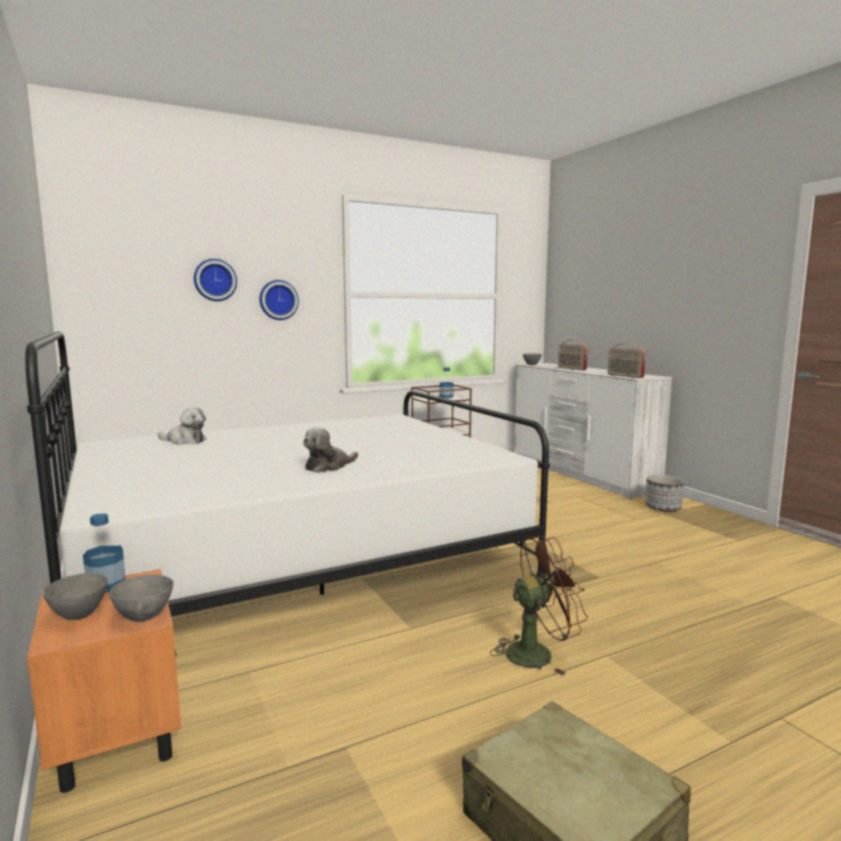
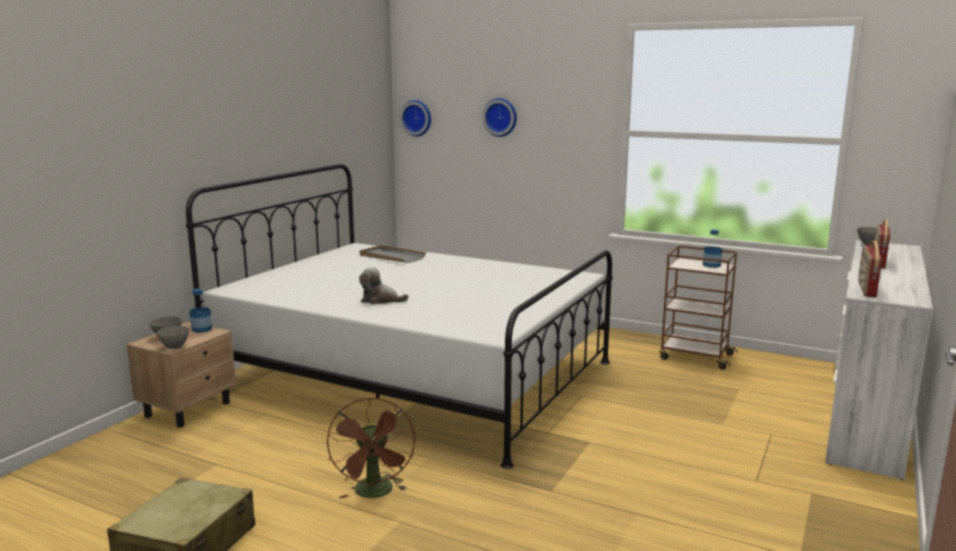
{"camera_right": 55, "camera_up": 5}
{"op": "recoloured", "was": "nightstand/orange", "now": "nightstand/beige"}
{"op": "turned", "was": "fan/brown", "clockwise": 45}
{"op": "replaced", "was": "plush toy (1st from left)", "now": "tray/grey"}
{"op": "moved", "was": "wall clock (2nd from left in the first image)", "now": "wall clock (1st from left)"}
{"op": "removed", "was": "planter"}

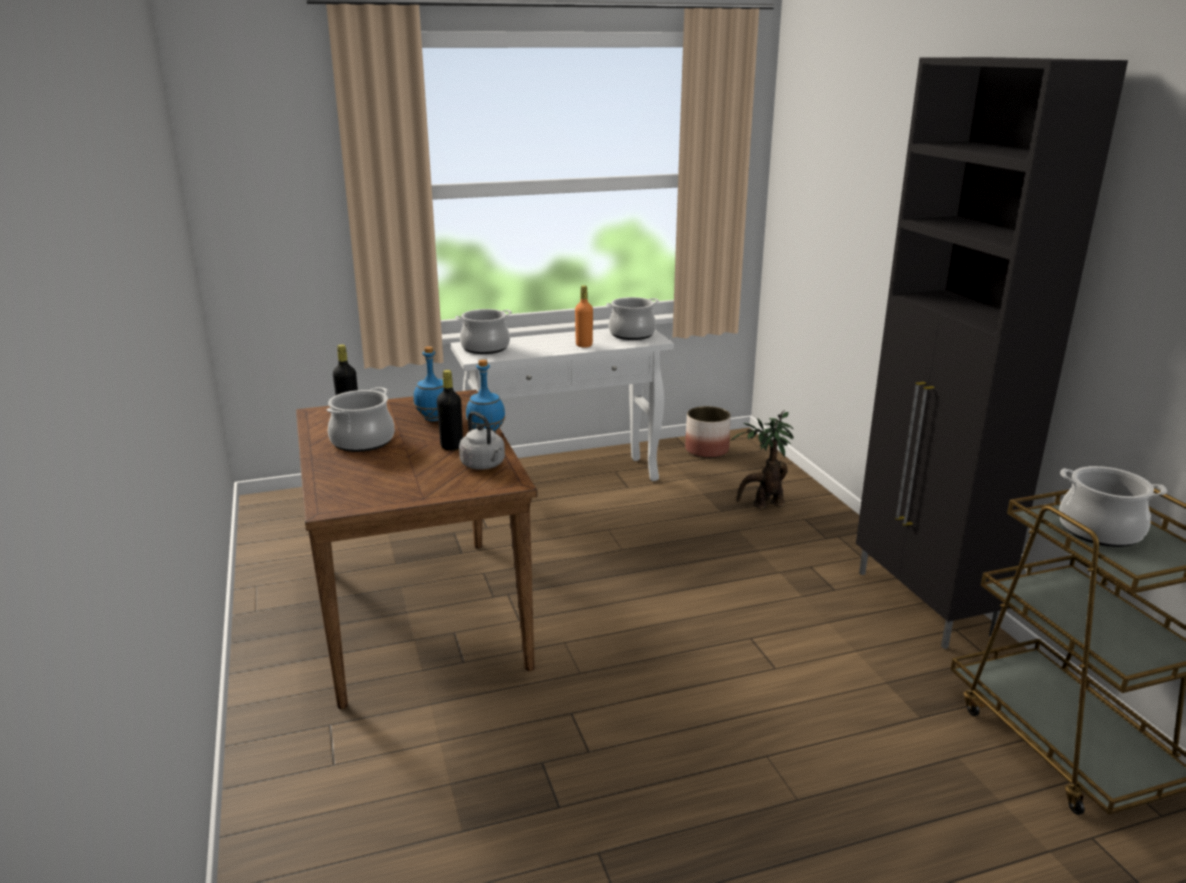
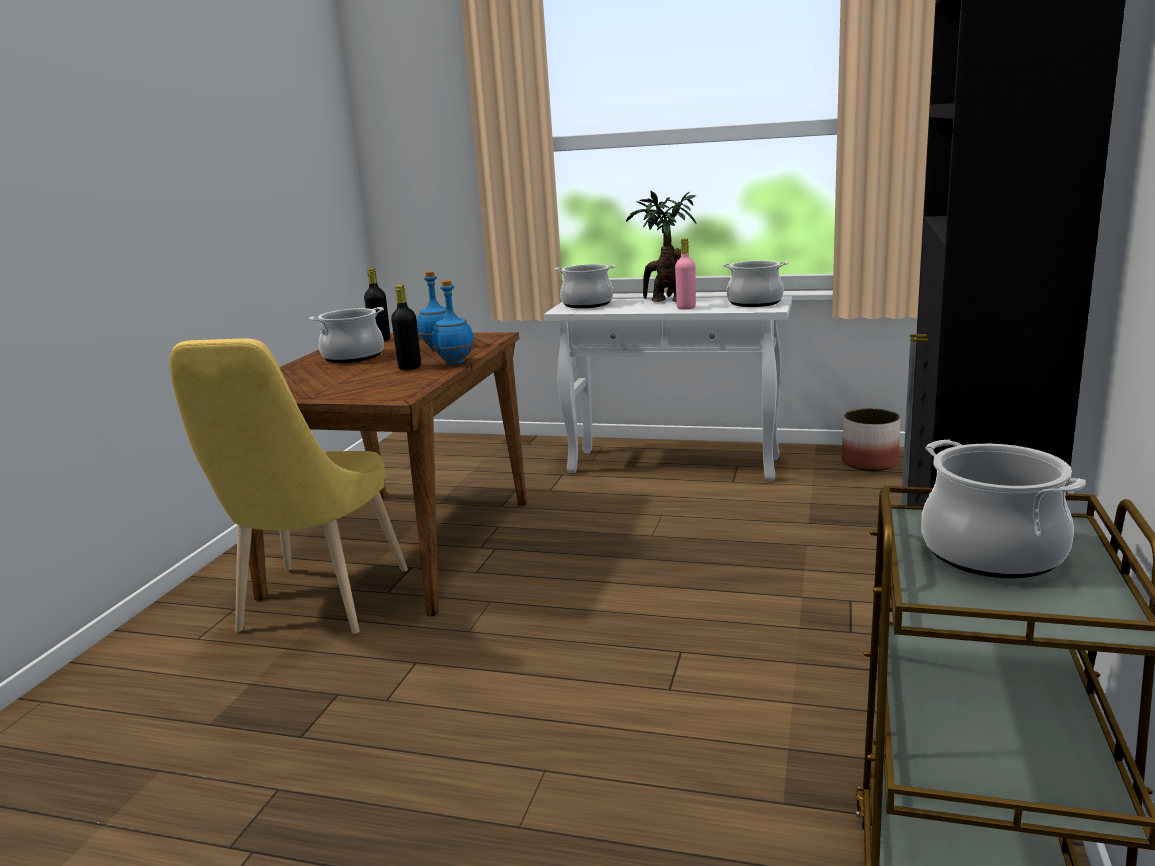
{"camera_right": 35, "camera_up": -5}
{"op": "added", "now": "chair/yellow"}
{"op": "moved", "was": "potted plant"}
{"op": "recoloured", "was": "bottle/orange", "now": "bottle/pink"}
{"op": "removed", "was": "kettle/grey"}

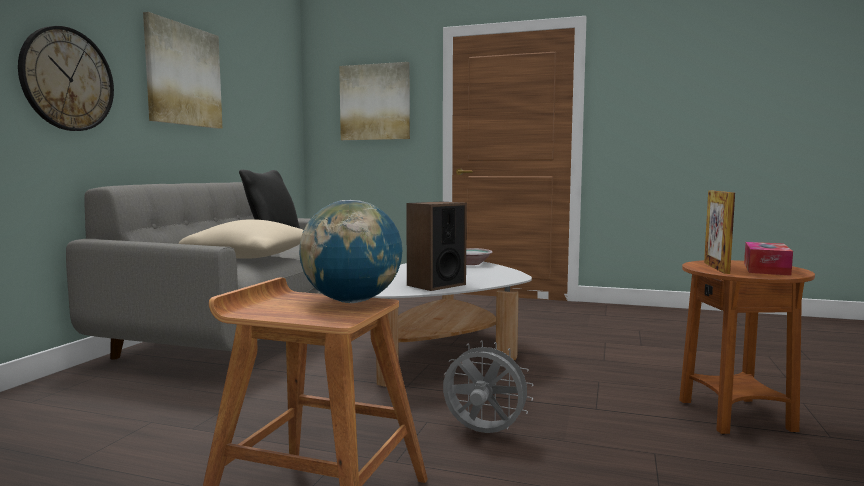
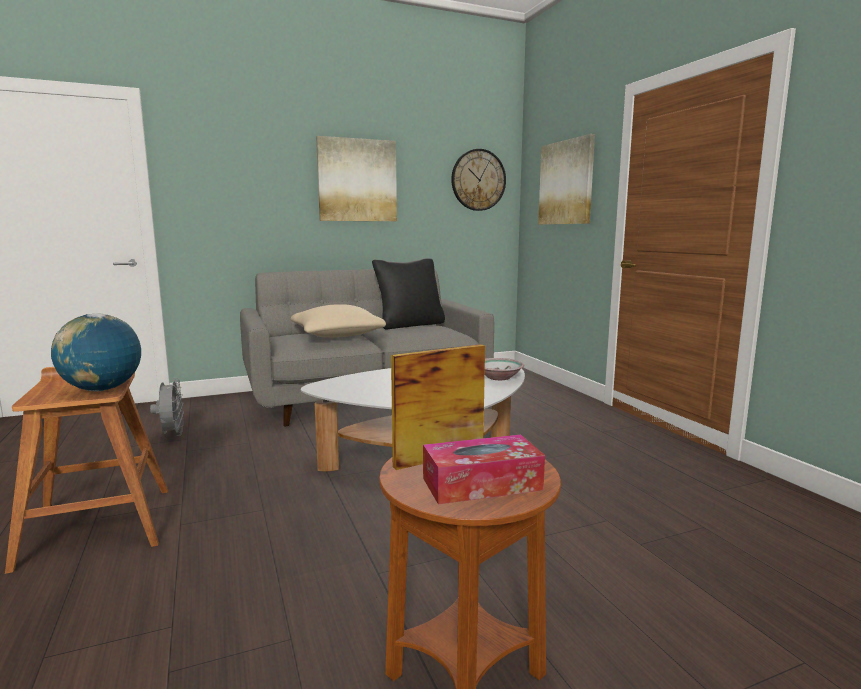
{"camera_right": 50, "camera_up": 5}
{"op": "moved", "was": "fan/grey"}
{"op": "moved", "was": "wall clock"}
{"op": "removed", "was": "speaker"}

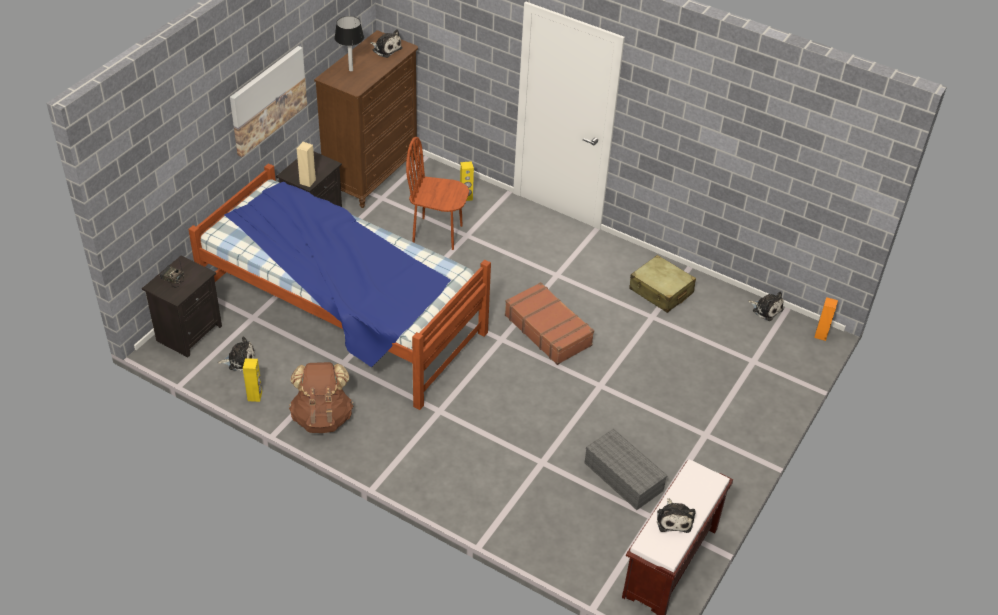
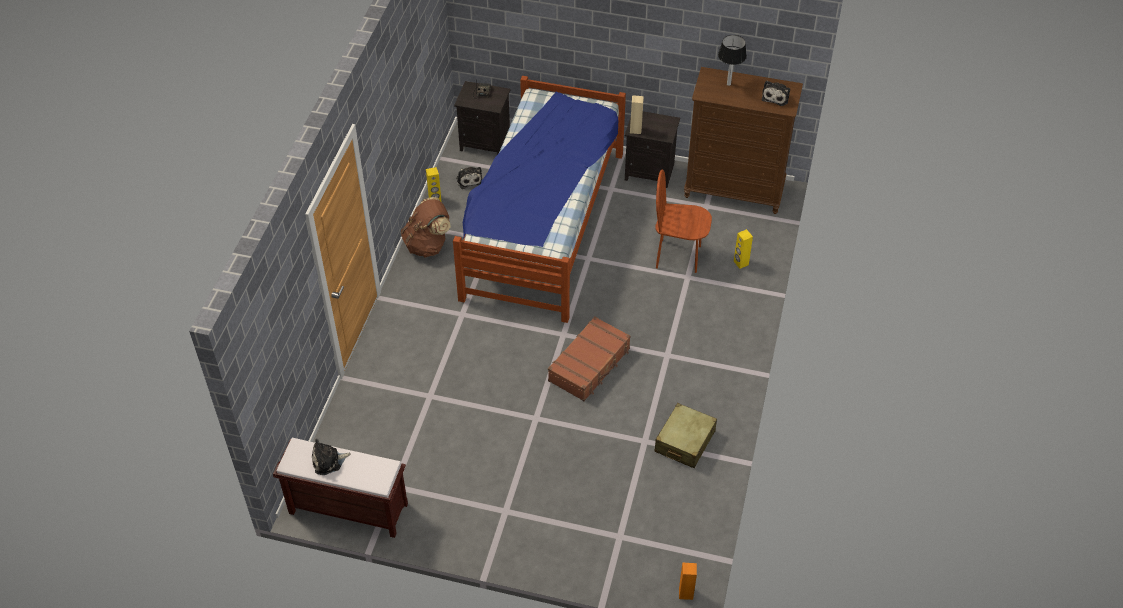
{"camera_right": 75, "camera_up": 5}
{"op": "turned", "was": "chair/brown", "clockwise": -75}
{"op": "removed", "was": "picture"}
{"op": "removed", "was": "storage box/grey"}
{"op": "removed", "was": "plush toy (4th from left)"}

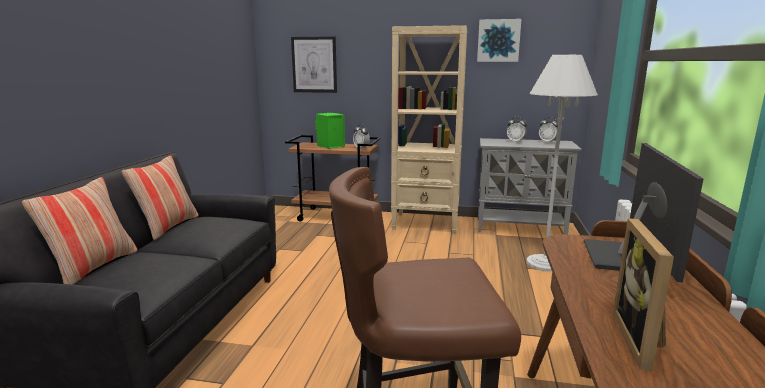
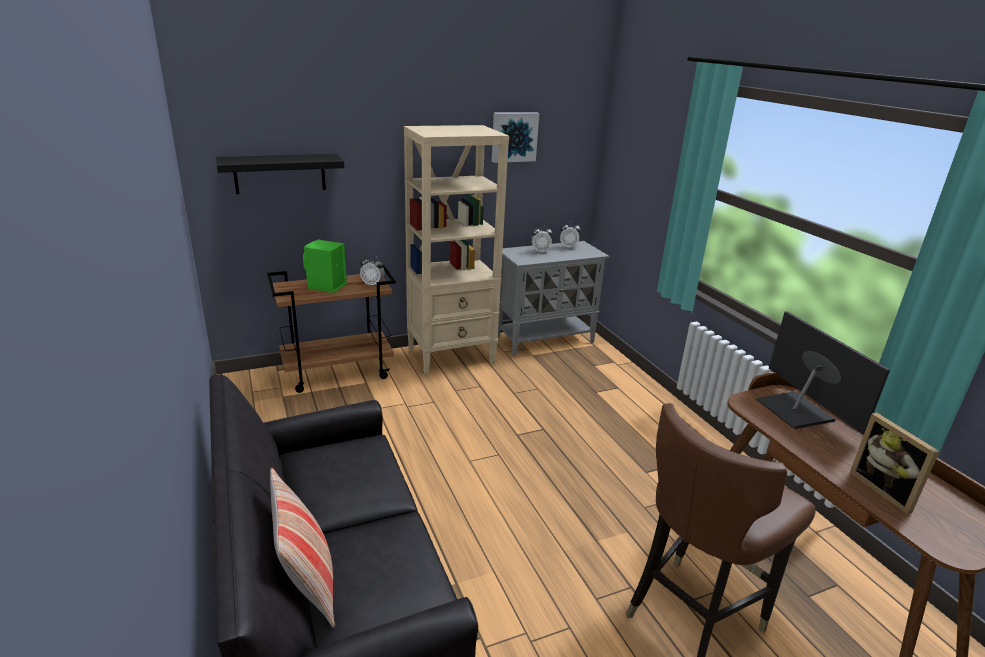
{"camera_right": -35, "camera_up": 10}
{"op": "replaced", "was": "picture (1st from left)", "now": "shelf/black"}
{"op": "removed", "was": "pillow (2nd from left)"}
{"op": "removed", "was": "floor lamp/white"}

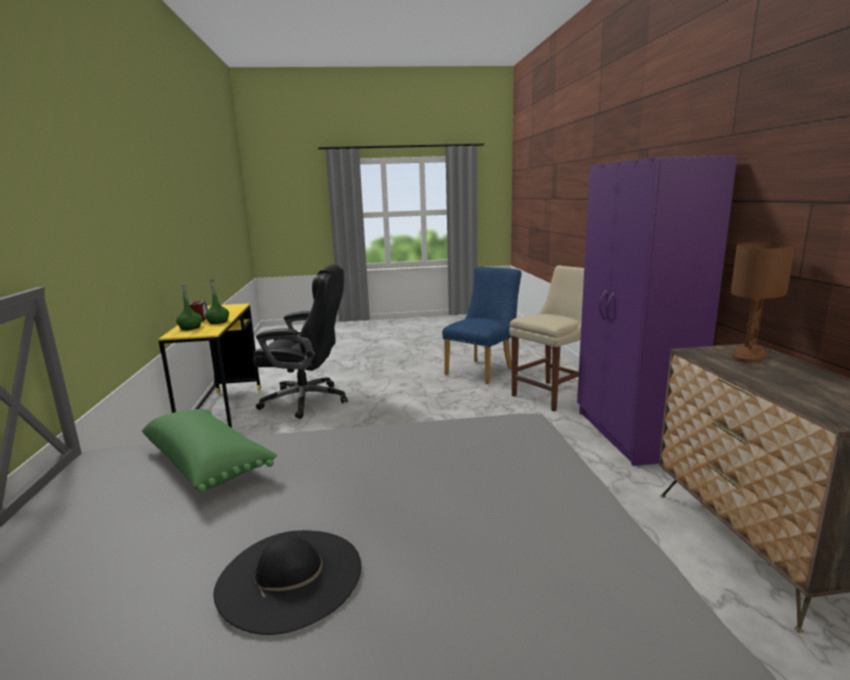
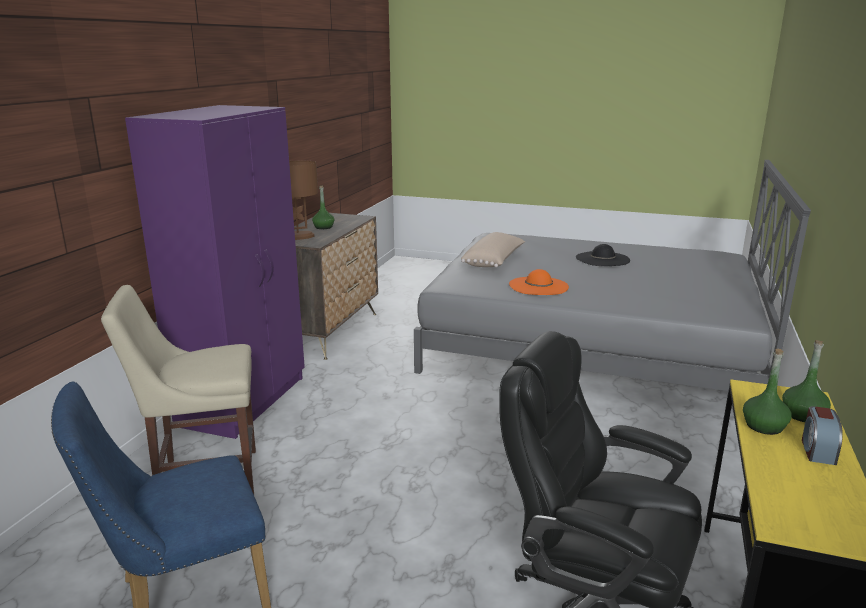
{"camera_right": -155, "camera_up": 5}
{"op": "added", "now": "bottle/green (1st from left)"}
{"op": "added", "now": "pillow/beige"}
{"op": "added", "now": "hat/orange"}
{"op": "removed", "was": "pillow/green"}

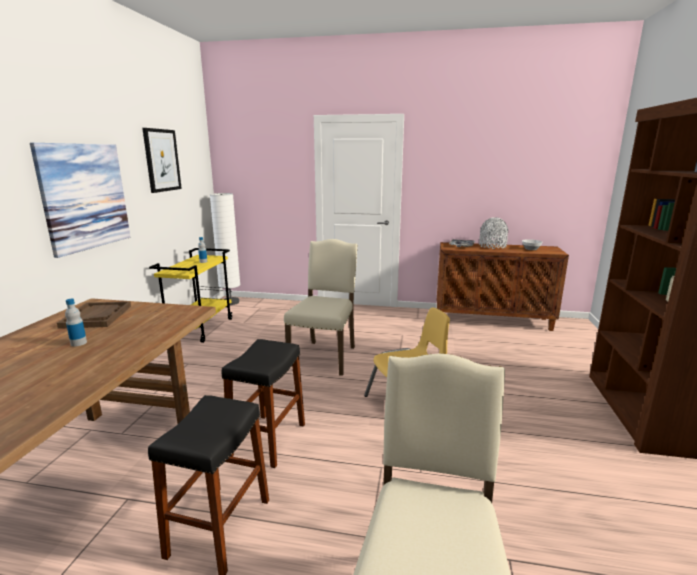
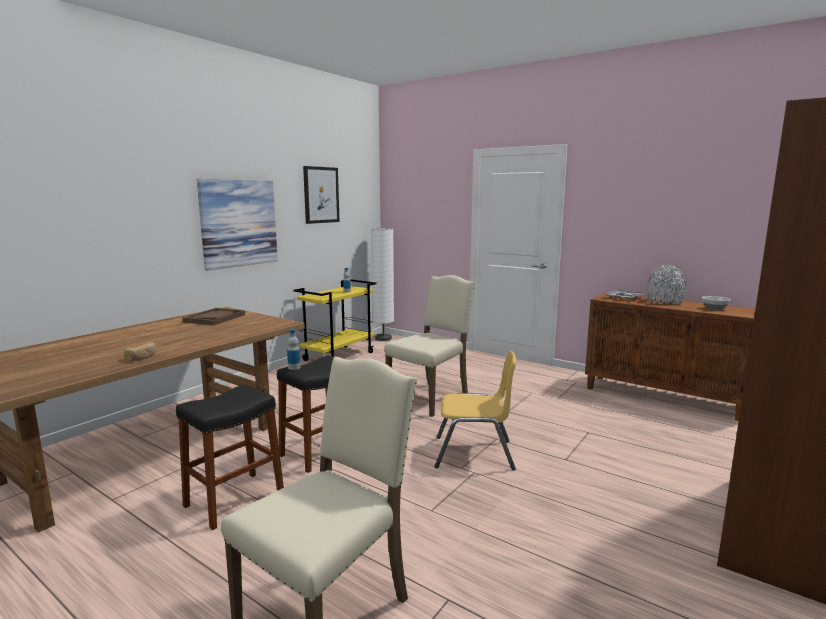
{"camera_right": 25, "camera_up": -5}
{"op": "added", "now": "bread"}
{"op": "moved", "was": "bottle (1st from left)"}

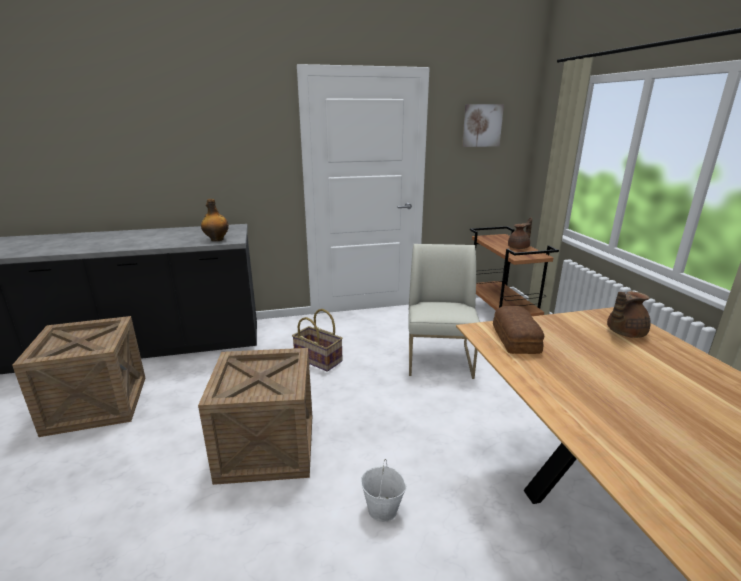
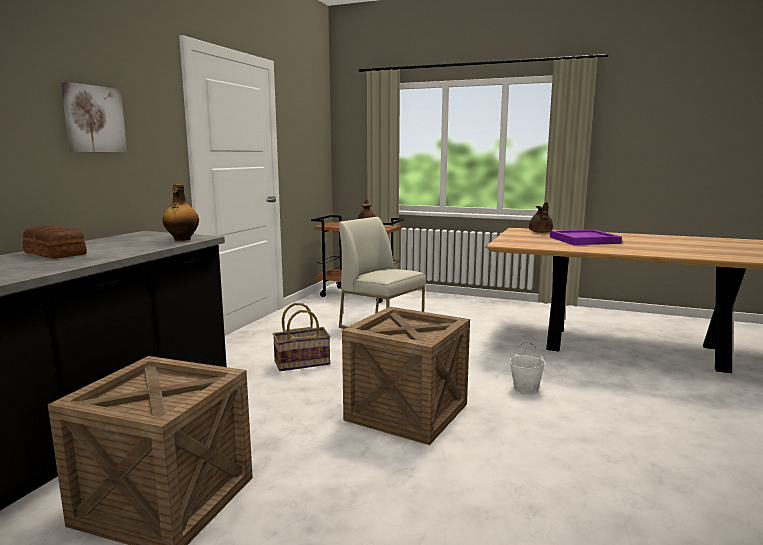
{"camera_right": -55, "camera_up": -10}
{"op": "moved", "was": "bread"}
{"op": "moved", "was": "picture"}
{"op": "added", "now": "tray/purple"}

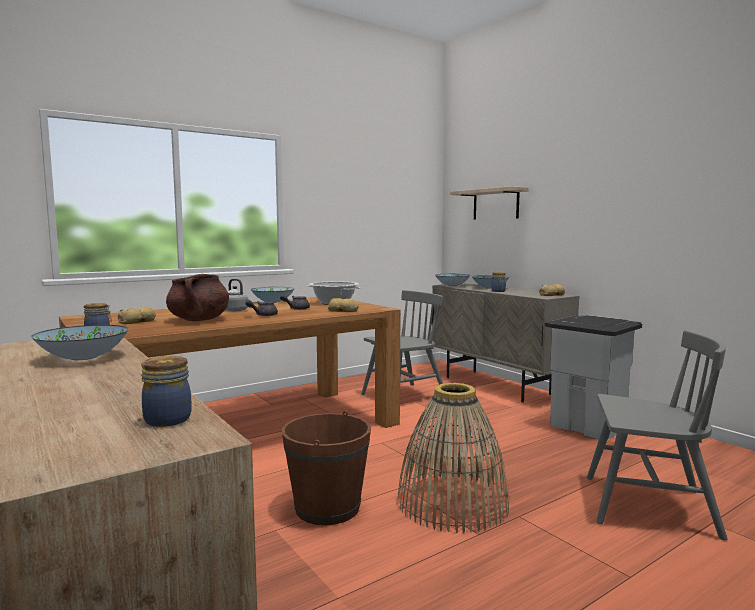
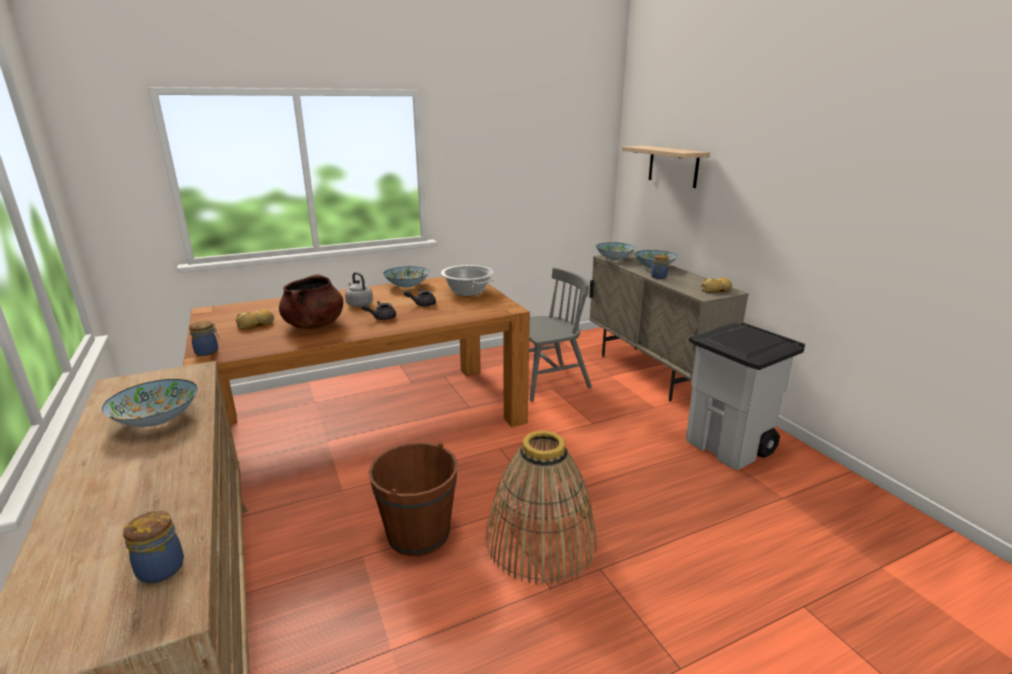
{"camera_right": 10, "camera_up": 15}
{"op": "removed", "was": "bread (2nd from left)"}
{"op": "removed", "was": "chair/grey (2nd from left)"}

